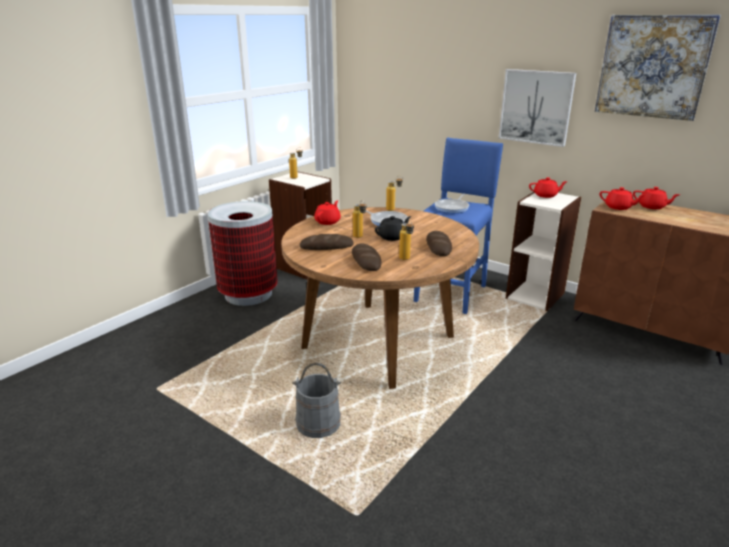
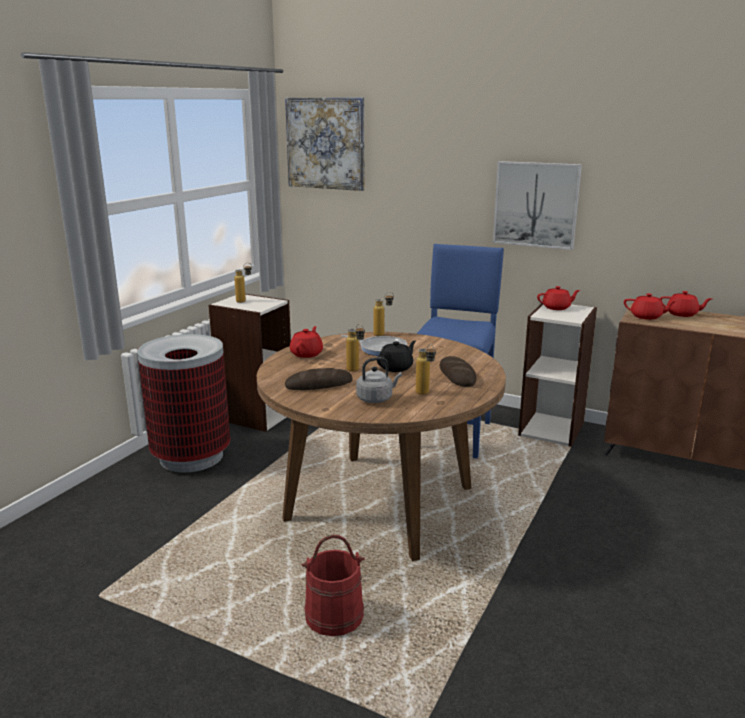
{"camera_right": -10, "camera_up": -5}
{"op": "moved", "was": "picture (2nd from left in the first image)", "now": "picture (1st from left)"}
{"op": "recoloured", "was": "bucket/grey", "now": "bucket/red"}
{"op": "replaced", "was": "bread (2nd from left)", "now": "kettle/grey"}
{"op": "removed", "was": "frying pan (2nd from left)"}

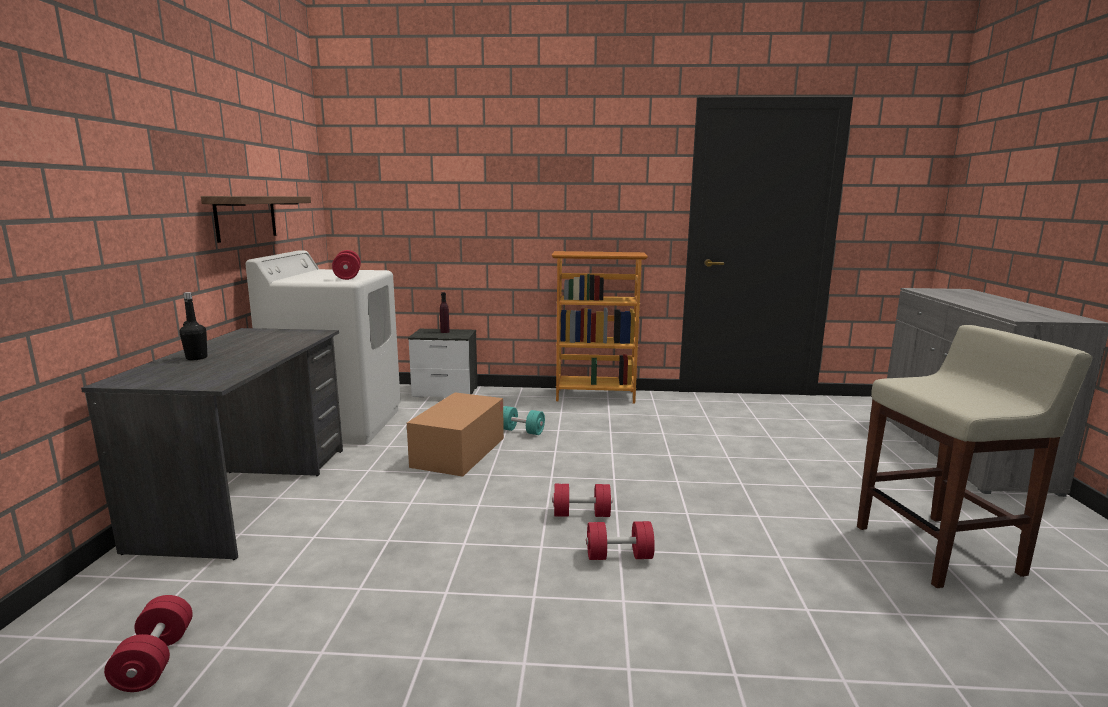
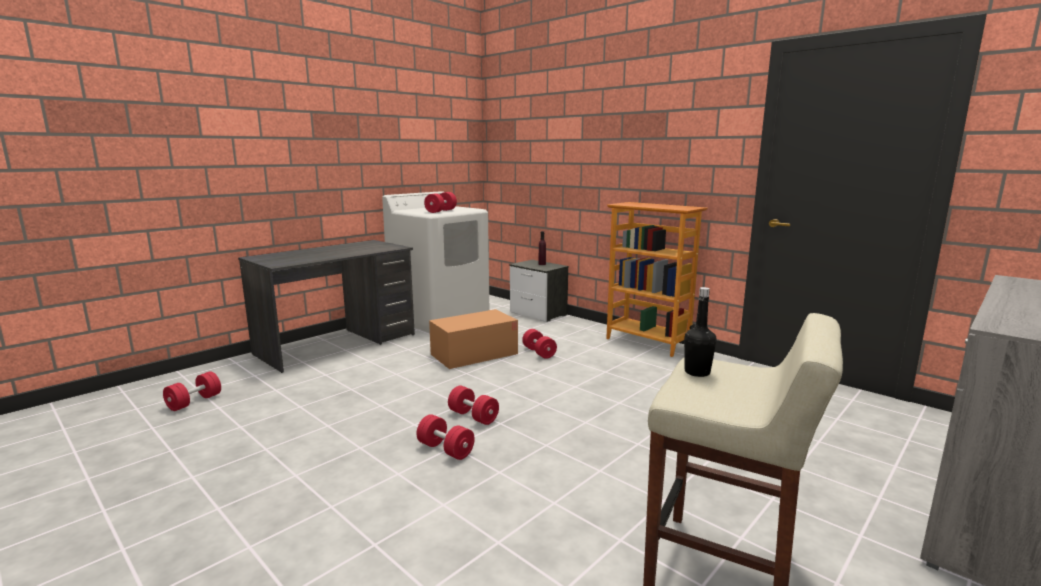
{"camera_right": 40, "camera_up": 0}
{"op": "recoloured", "was": "dumbbell/turquoise", "now": "dumbbell/red (5th from left)"}
{"op": "moved", "was": "bottle/black"}
{"op": "removed", "was": "shelf"}

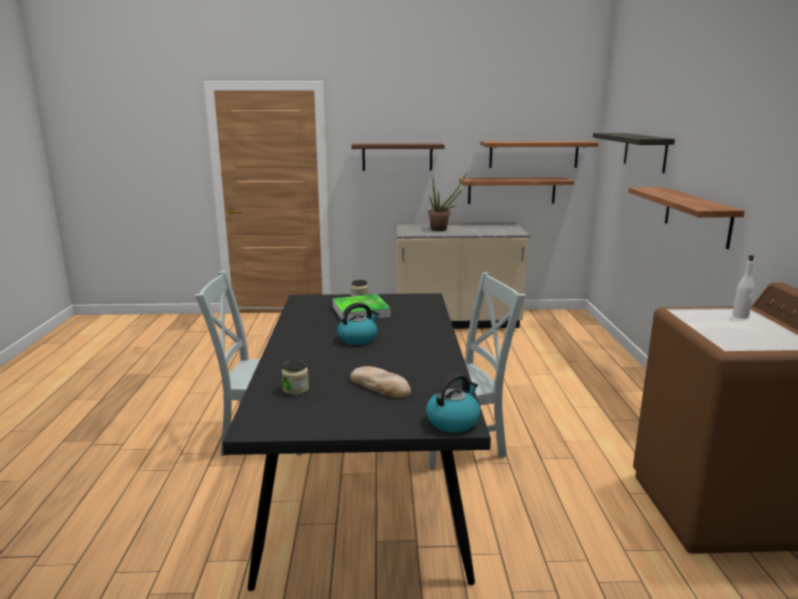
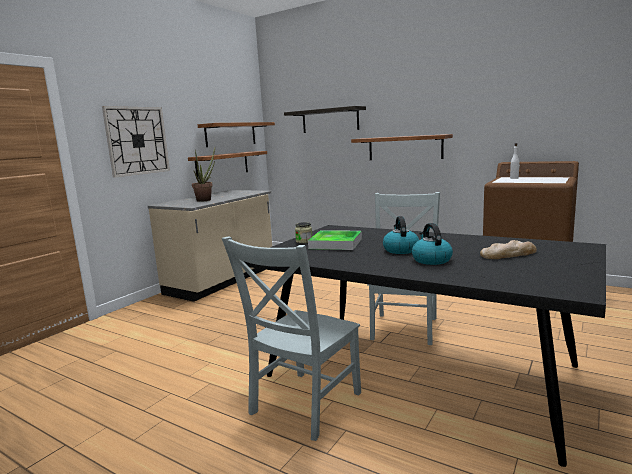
{"camera_right": -55, "camera_up": -5}
{"op": "replaced", "was": "shelf (1st from left)", "now": "wall clock"}
{"op": "moved", "was": "kettle (2nd from left)"}
{"op": "removed", "was": "jar (1st from left)"}

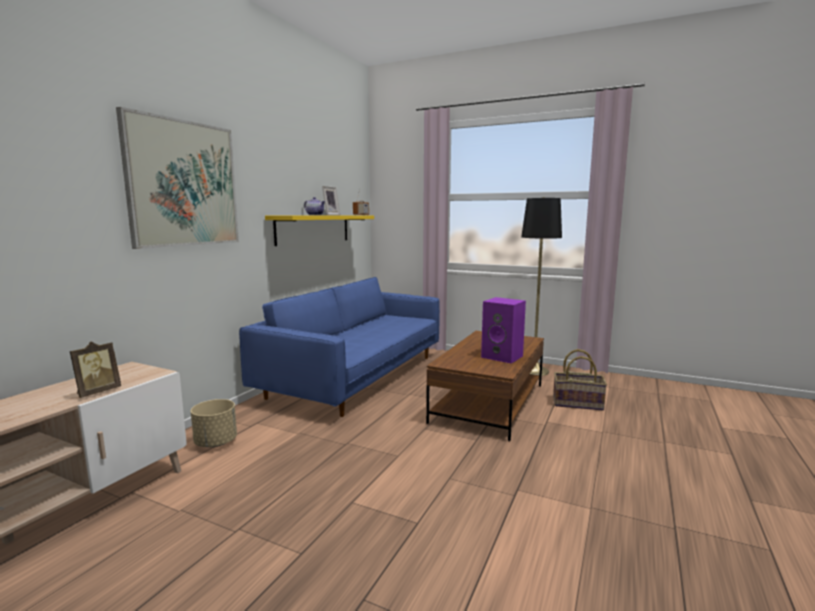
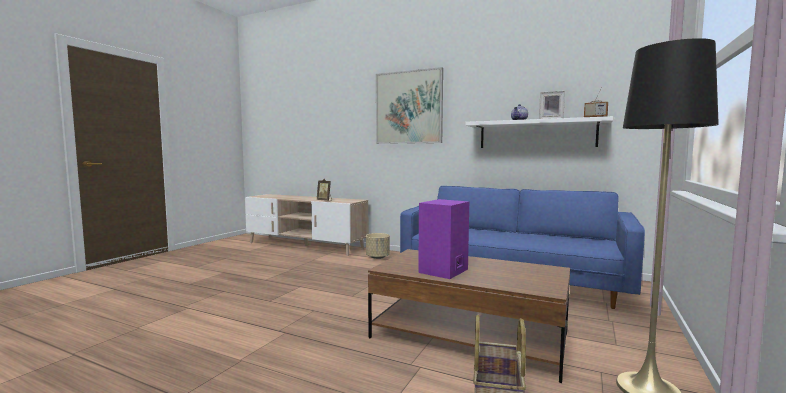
{"camera_right": 90, "camera_up": -5}
{"op": "recoloured", "was": "shelf/yellow", "now": "shelf/white"}

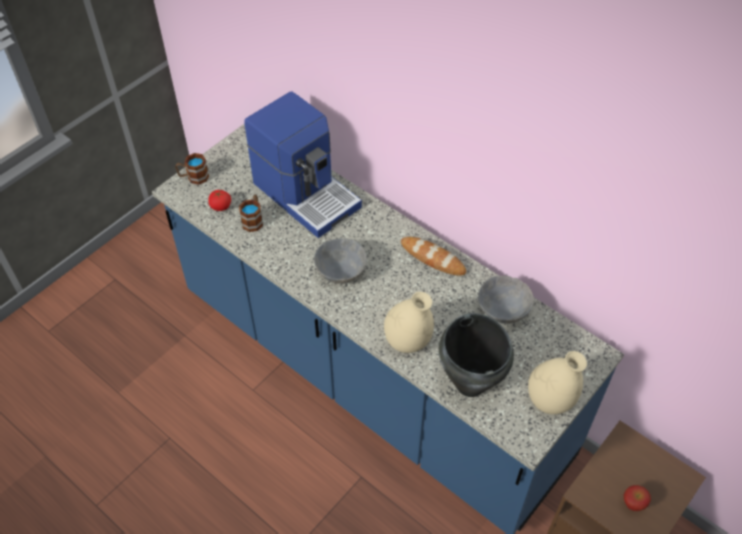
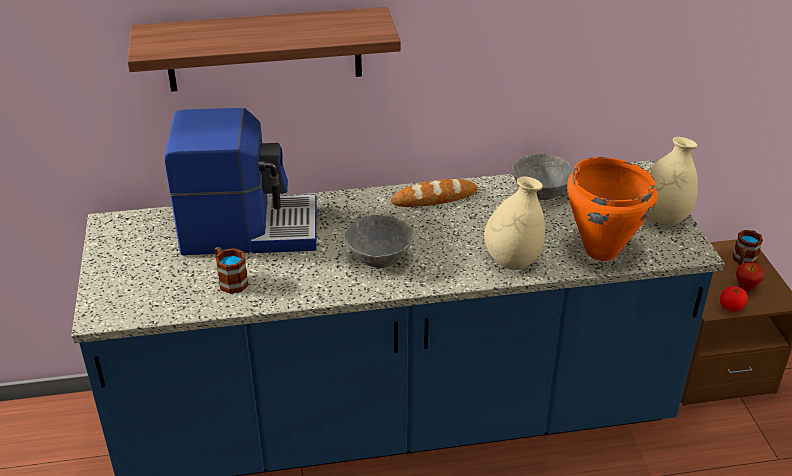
{"camera_right": -50, "camera_up": -15}
{"op": "added", "now": "shelf"}
{"op": "recoloured", "was": "cooking pot/black", "now": "cooking pot/orange"}
{"op": "moved", "was": "tomato"}
{"op": "moved", "was": "mug (1st from left in the first image)", "now": "mug (2nd from left)"}

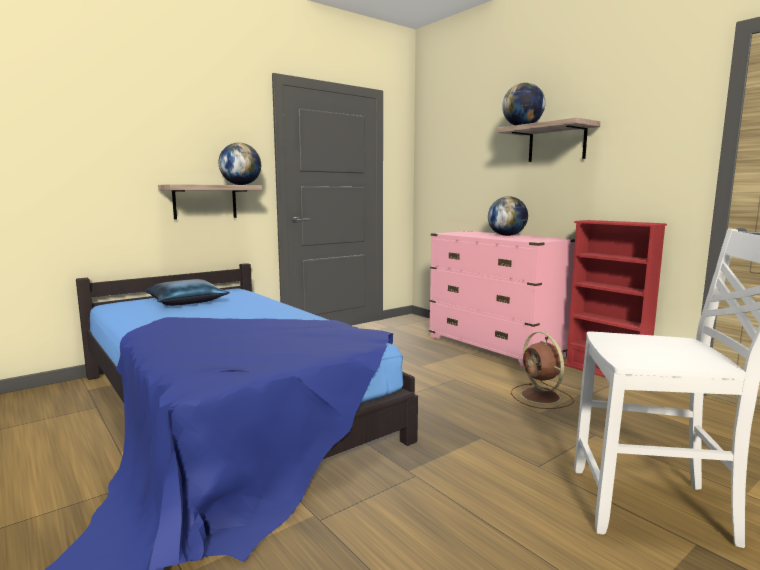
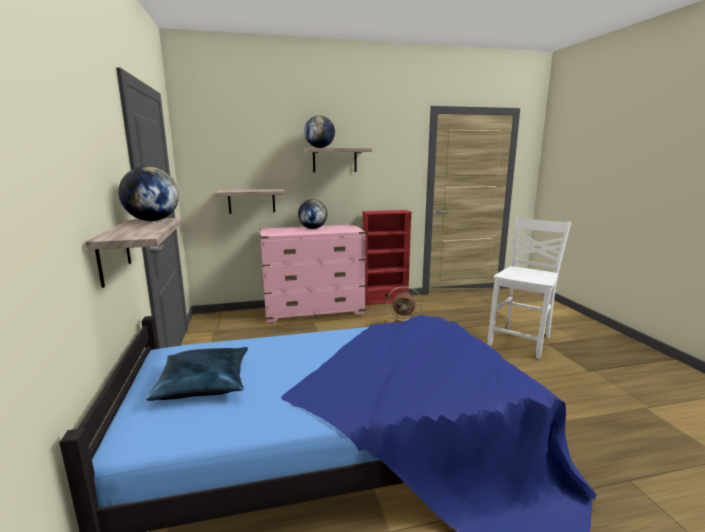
{"camera_right": -65, "camera_up": 5}
{"op": "added", "now": "shelf (2nd from left)"}

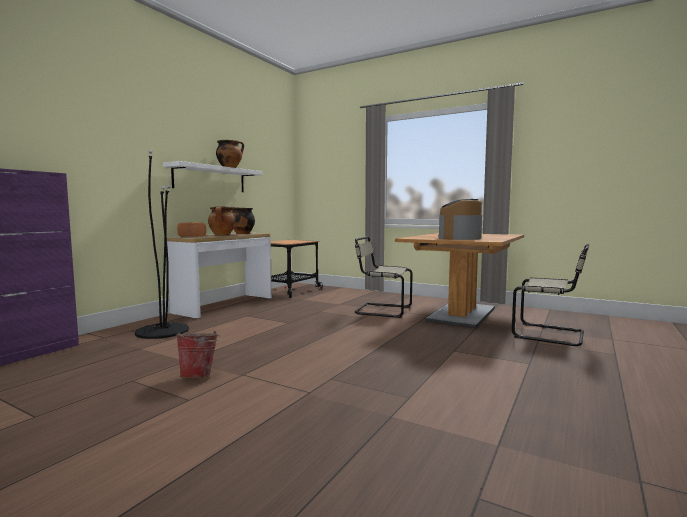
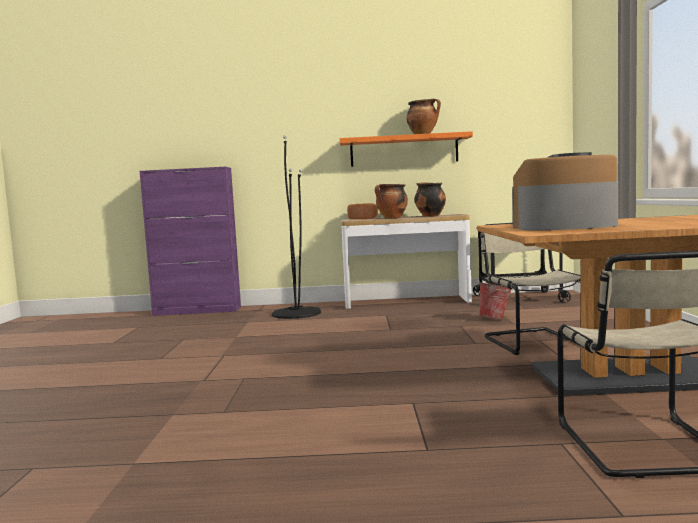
{"camera_right": 60, "camera_up": 0}
{"op": "recoloured", "was": "shelf/white", "now": "shelf/orange"}
{"op": "moved", "was": "bucket"}

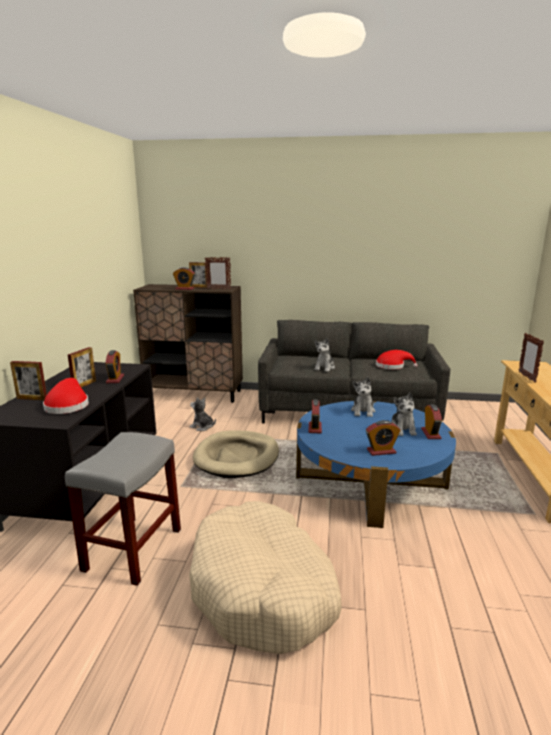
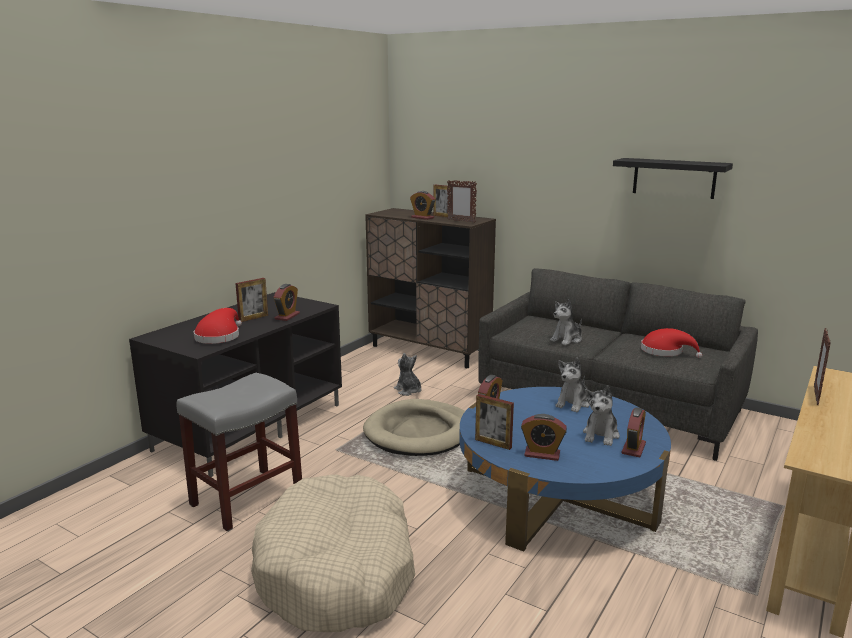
{"camera_right": 25, "camera_up": 0}
{"op": "moved", "was": "picture frame (1st from left in the first image)", "now": "picture frame (4th from left)"}
{"op": "added", "now": "shelf/black"}

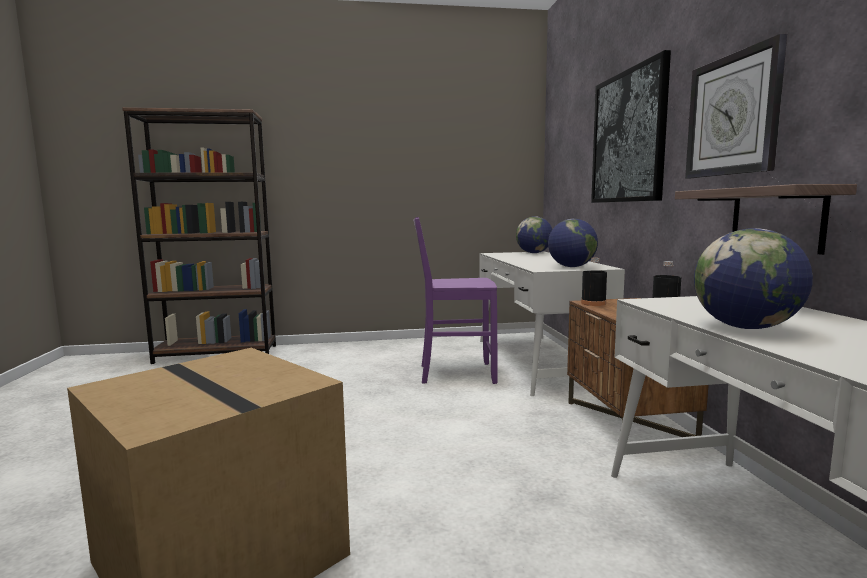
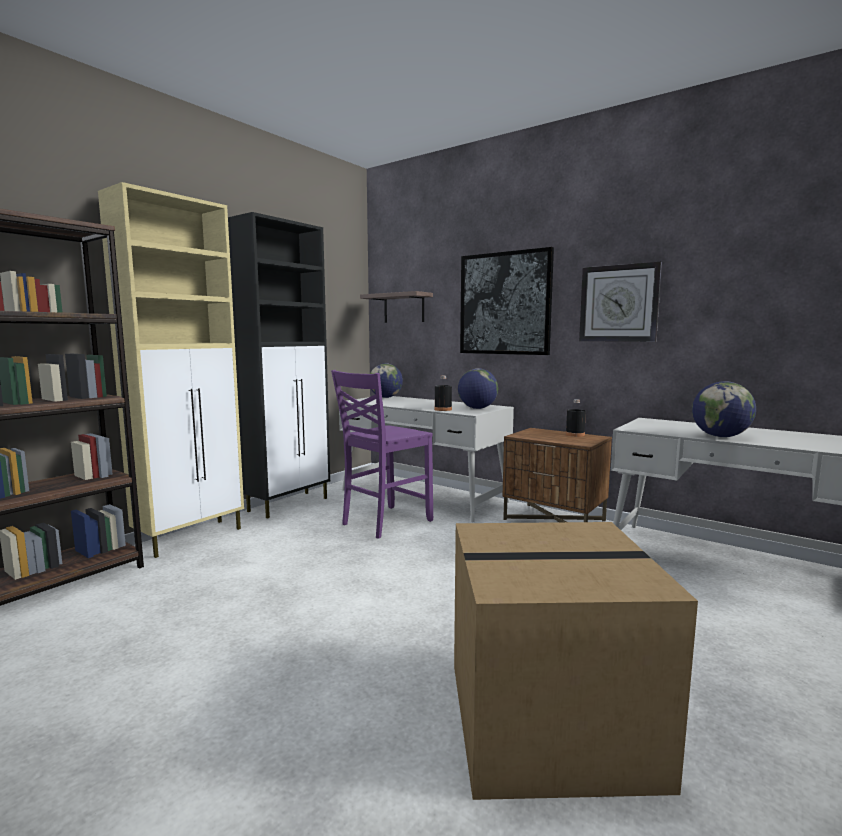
{"camera_right": -45, "camera_up": 0}
{"op": "added", "now": "cabinet/beige"}
{"op": "added", "now": "cabinet/black"}
{"op": "moved", "was": "shelf"}
{"op": "moved", "was": "bottle/black (1st from left)"}

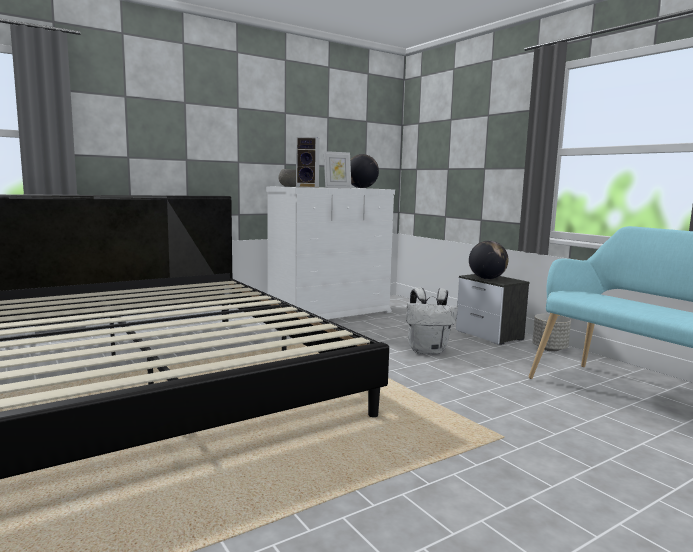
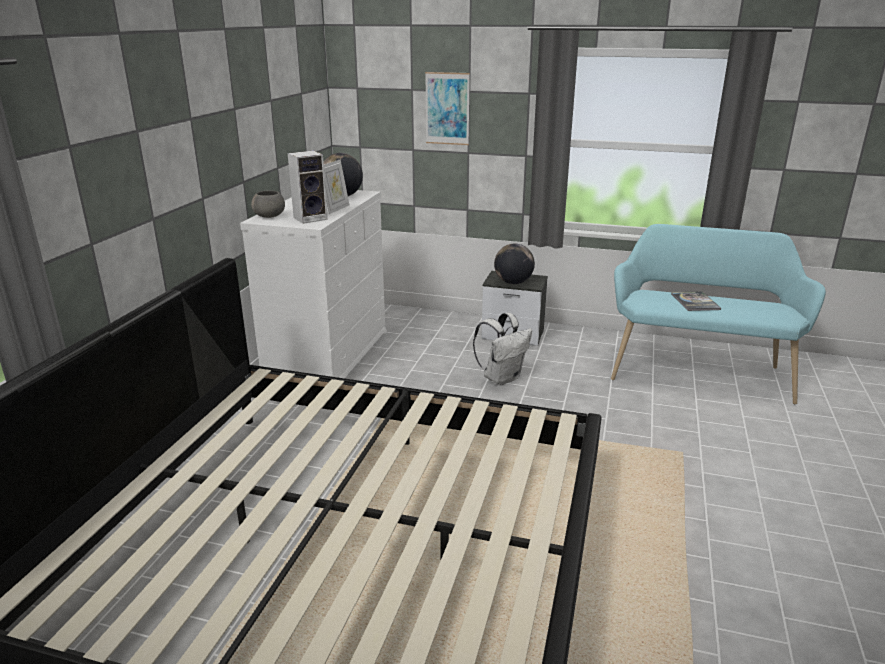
{"camera_right": -40, "camera_up": 15}
{"op": "added", "now": "picture"}
{"op": "added", "now": "book"}
{"op": "removed", "was": "planter/grey"}

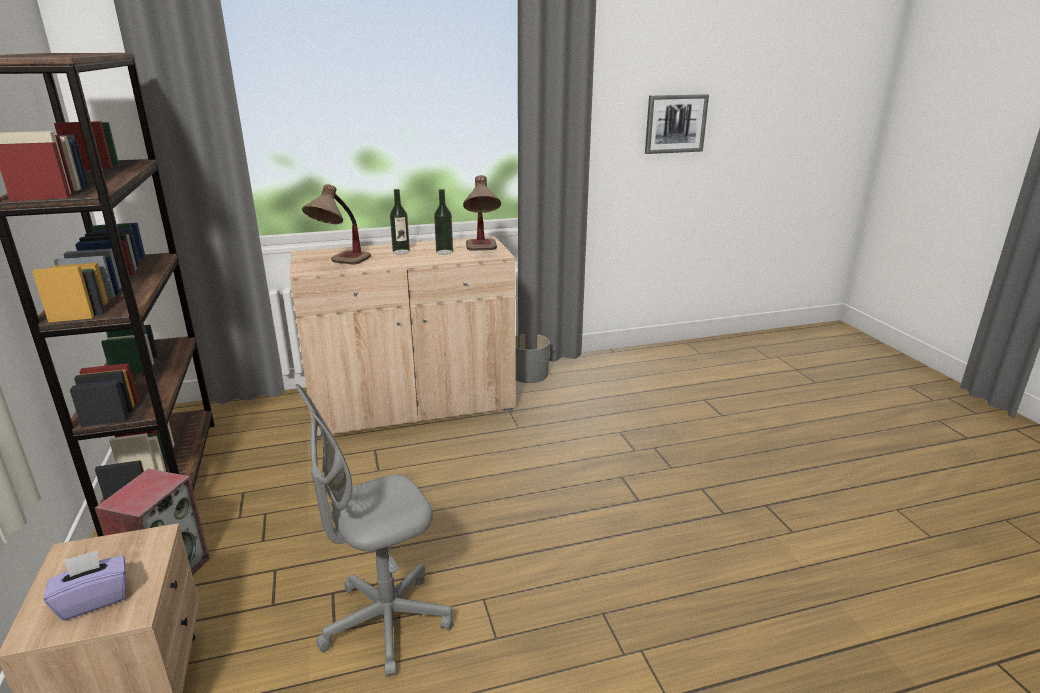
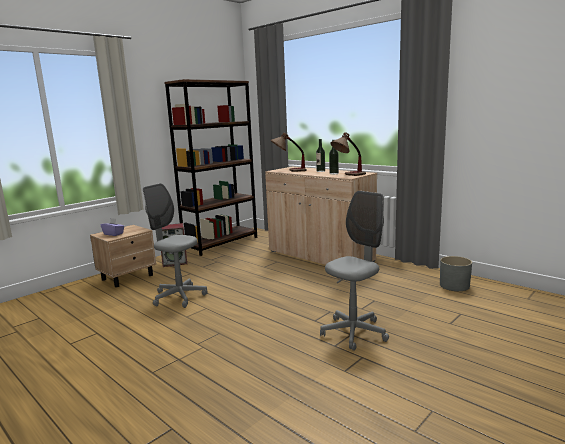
{"camera_right": 60, "camera_up": -10}
{"op": "added", "now": "office chair/grey (2nd from left)"}
{"op": "moved", "was": "planter/grey"}
{"op": "removed", "was": "picture"}

